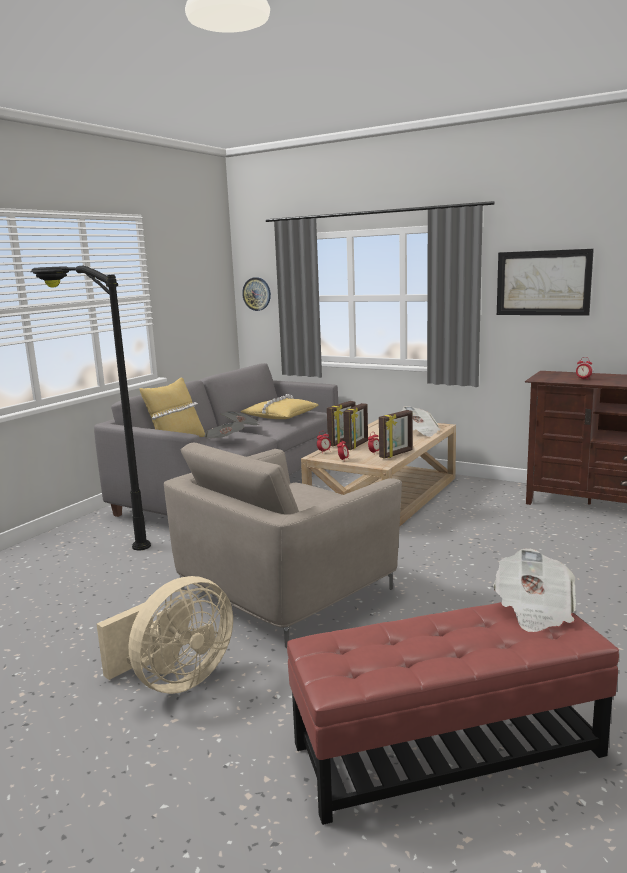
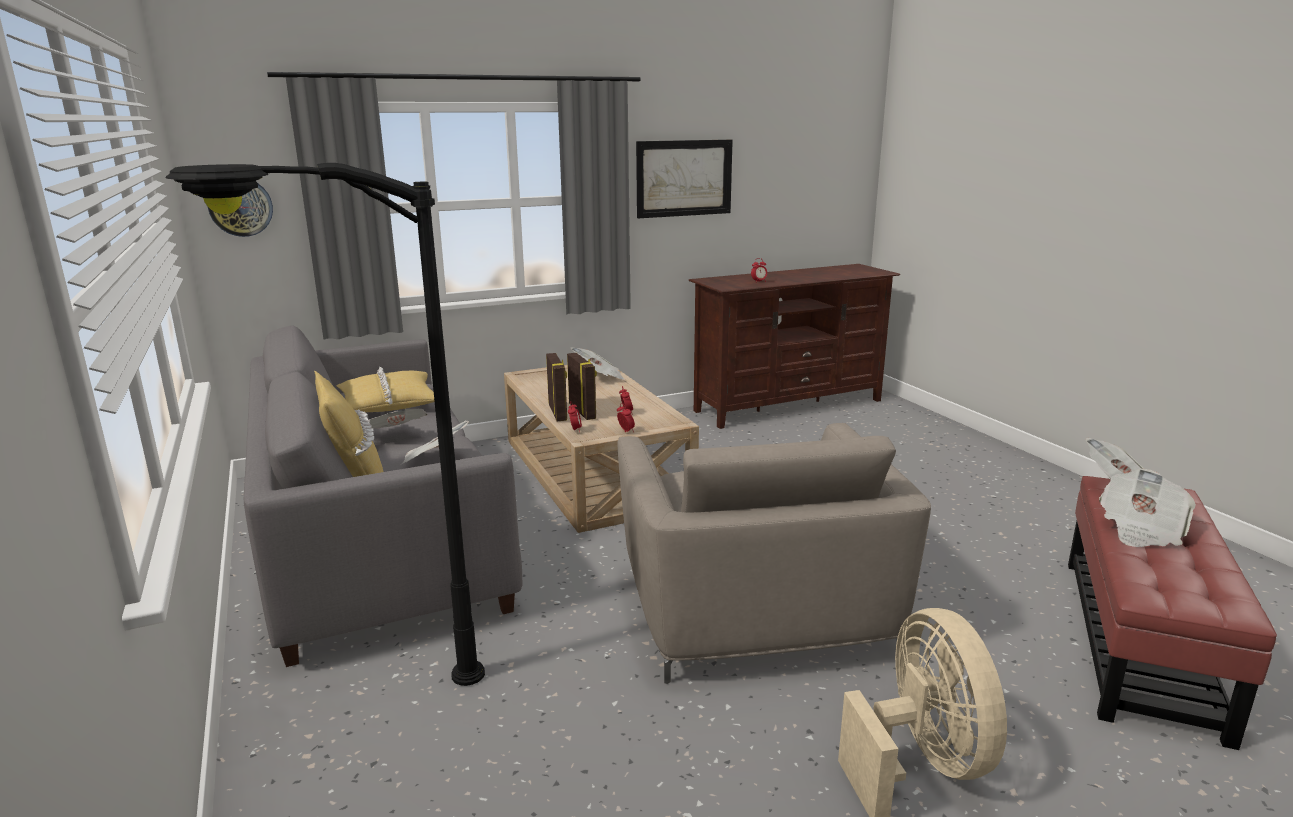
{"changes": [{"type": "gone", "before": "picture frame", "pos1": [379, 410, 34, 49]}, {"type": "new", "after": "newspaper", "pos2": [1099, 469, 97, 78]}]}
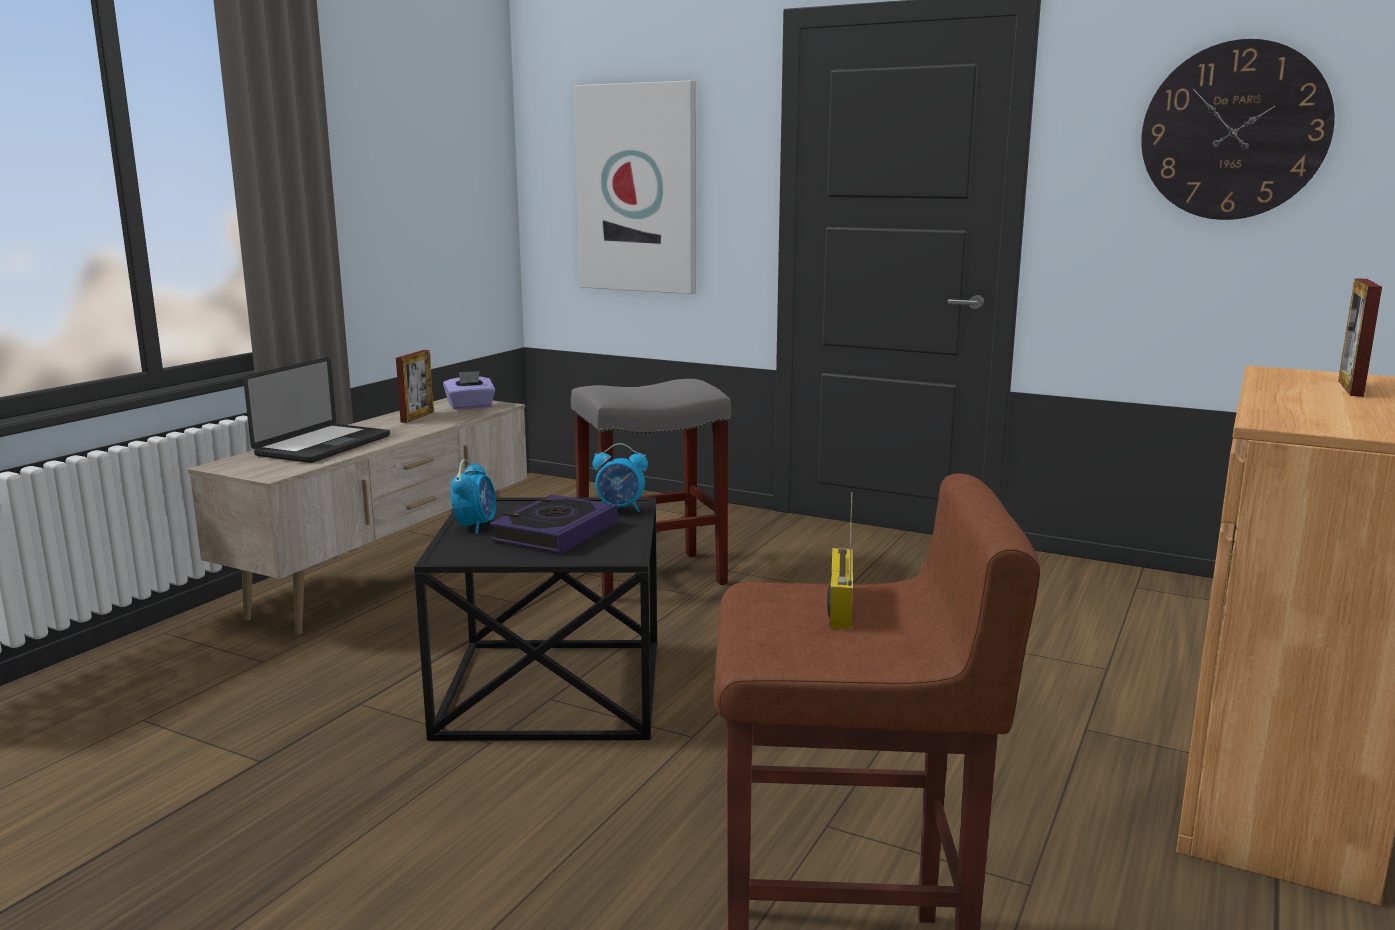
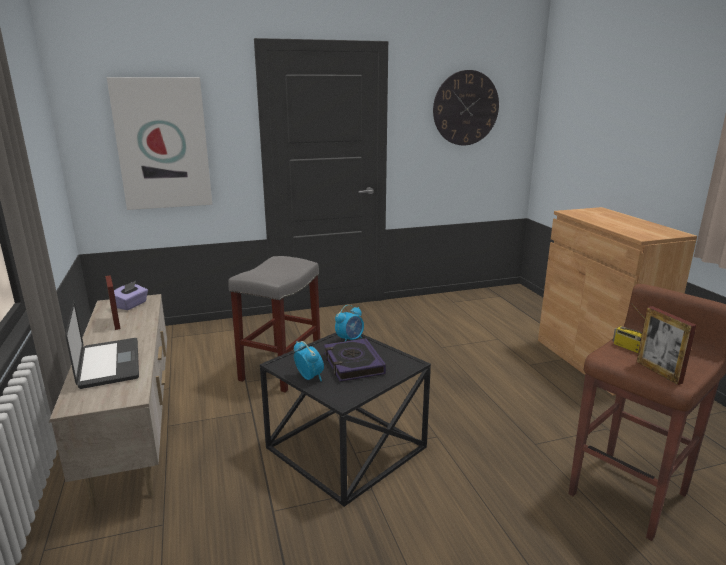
{"changes": [{"type": "shifted", "before": "picture frame", "pos1": [1338, 278, 44, 119], "pos2": [636, 306, 61, 79]}]}
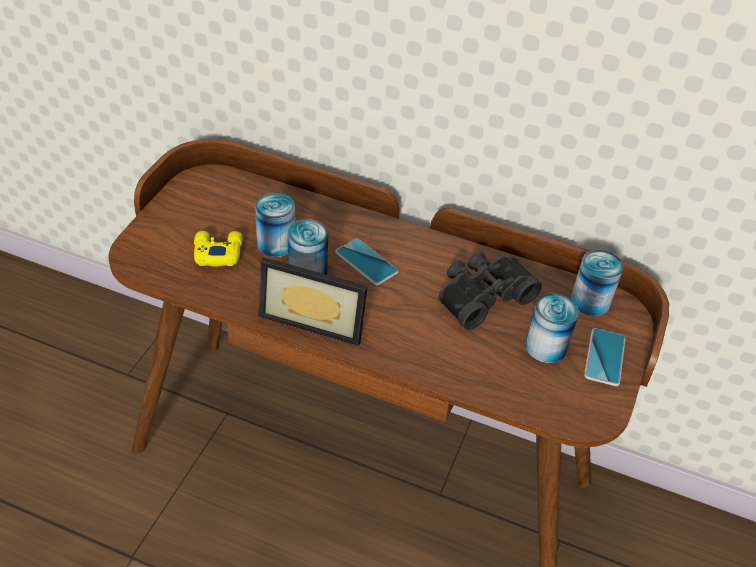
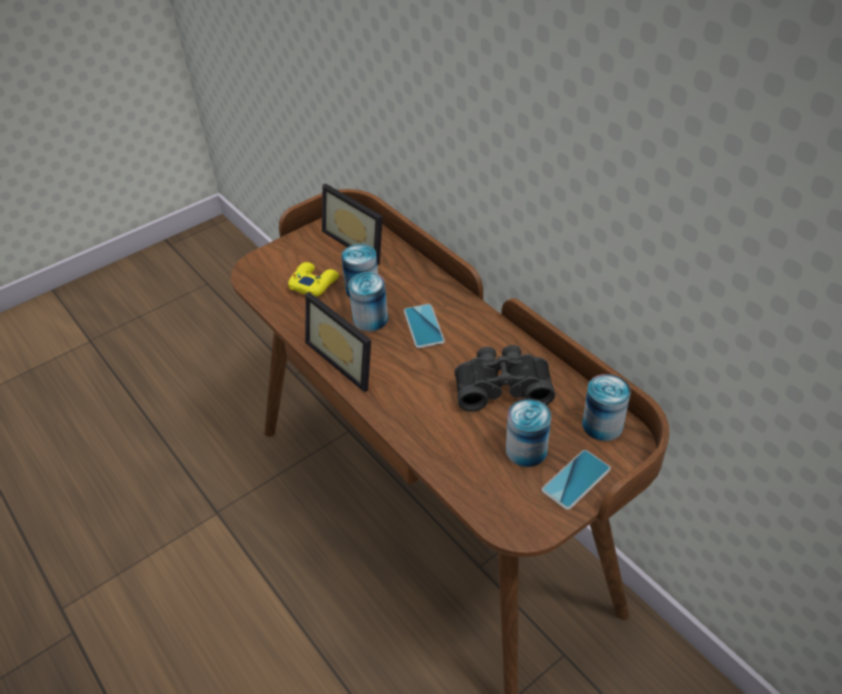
{"changes": [{"type": "new", "after": "picture frame", "pos2": [322, 183, 61, 83]}]}
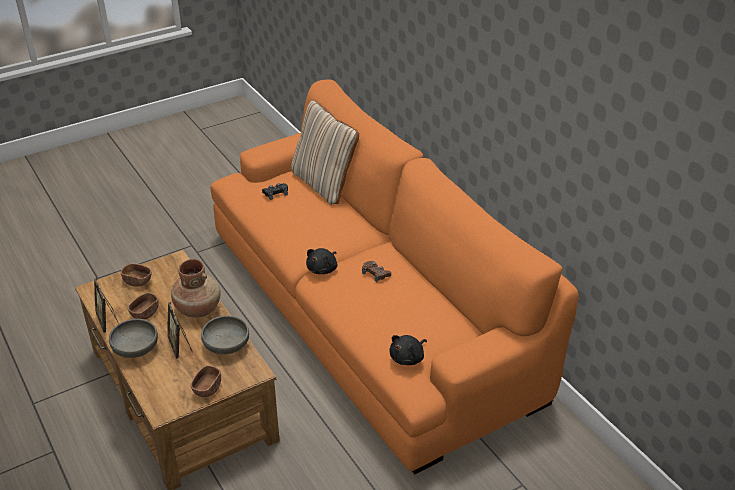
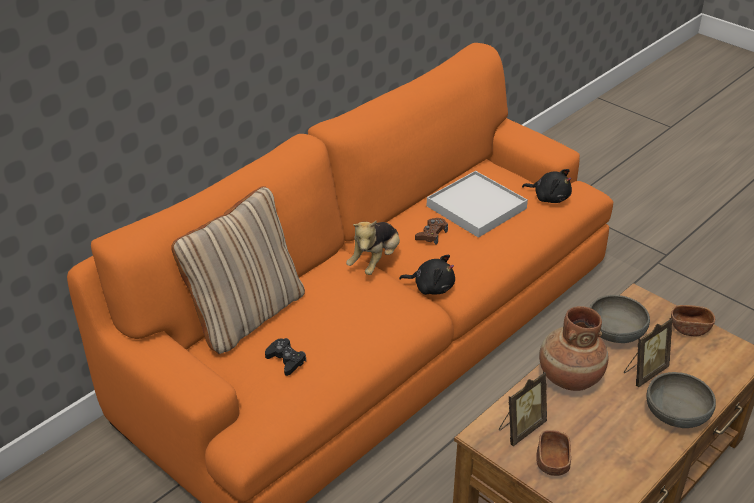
{"changes": [{"type": "gone", "before": "brown bowl", "pos1": [128, 293, 31, 26]}, {"type": "new", "after": "plush toy", "pos2": [346, 221, 54, 54]}, {"type": "new", "after": "white tray", "pos2": [427, 171, 101, 67]}, {"type": "shifted", "before": "picture frame", "pos1": [94, 278, 25, 55], "pos2": [499, 371, 48, 75]}]}
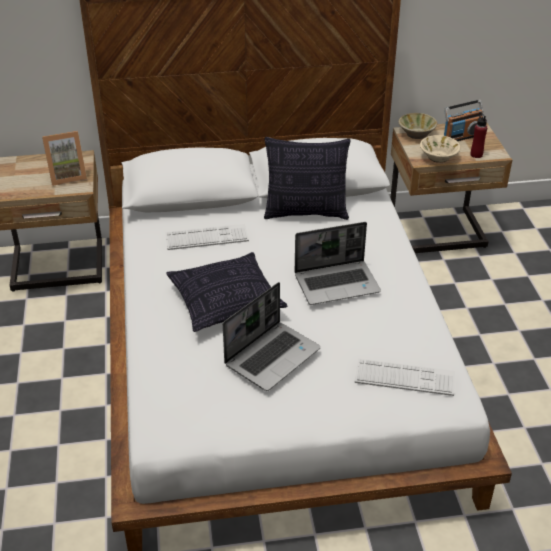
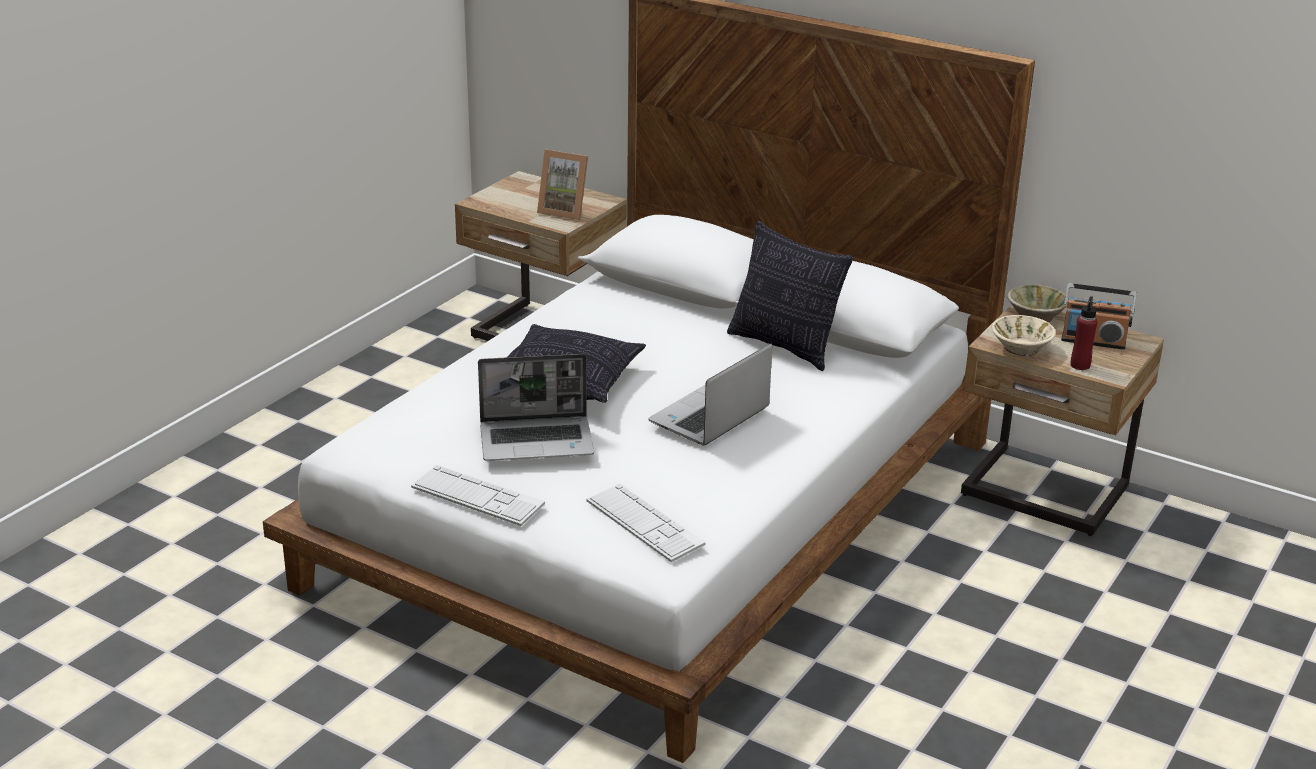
{"changes": [{"type": "shifted", "before": "keyboard", "pos1": [165, 224, 84, 26], "pos2": [411, 464, 134, 62]}, {"type": "rotated", "before": "laptop", "pos1": [295, 222, 86, 83], "pos2": [649, 344, 123, 102], "turn": 105}]}
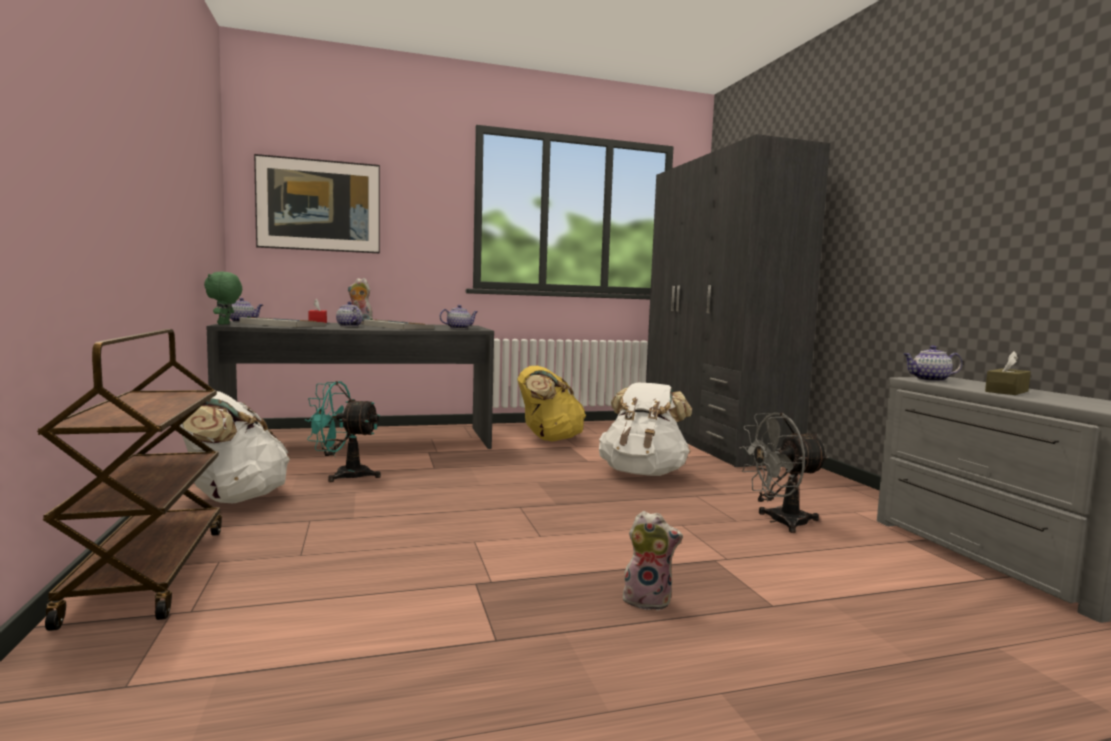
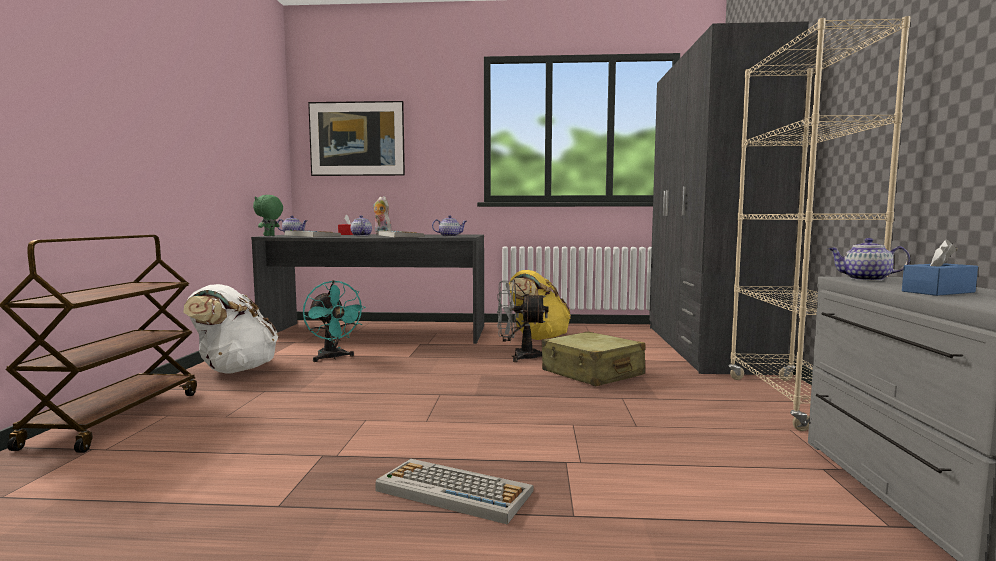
{"changes": [{"type": "new", "after": "beige bookcase", "pos2": [728, 16, 182, 415]}, {"type": "shifted", "before": "grey fan", "pos1": [739, 412, 90, 121], "pos2": [497, 279, 52, 83]}, {"type": "swapped", "before": "white backpack", "after": "beige suitcase", "pos1": [599, 383, 93, 93], "pos2": [542, 331, 103, 55]}, {"type": "swapped", "before": "plush toy", "after": "keyboard", "pos1": [621, 511, 62, 99], "pos2": [376, 459, 157, 66]}, {"type": "repainted", "before": "brown tissue box", "after": "blue tissue box", "pos1": [985, 351, 46, 44], "pos2": [902, 240, 76, 56]}, {"type": "rotated", "before": "turquoise fan", "pos1": [305, 381, 76, 101], "pos2": [303, 280, 63, 82], "turn": -150}]}
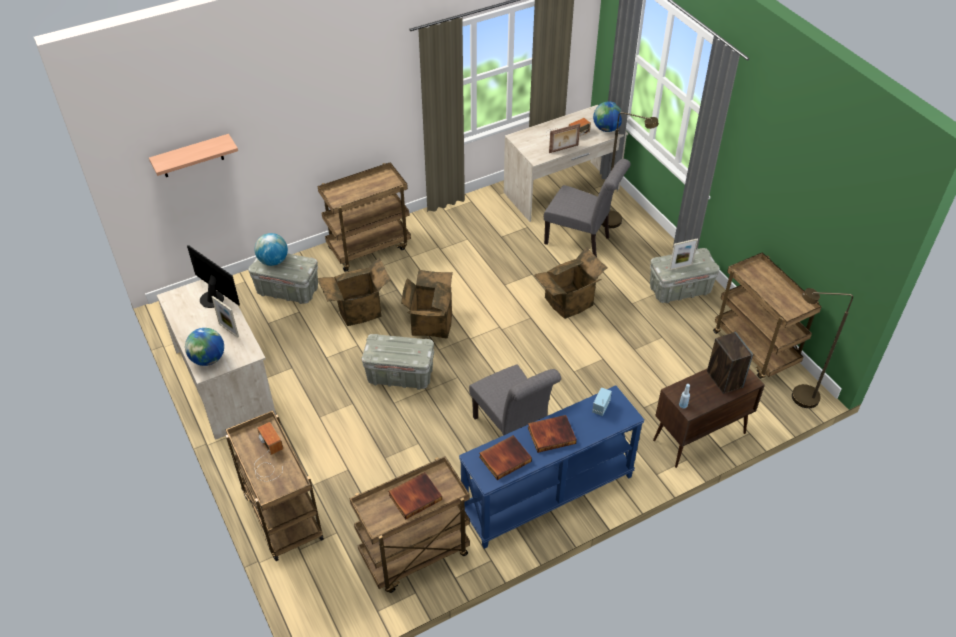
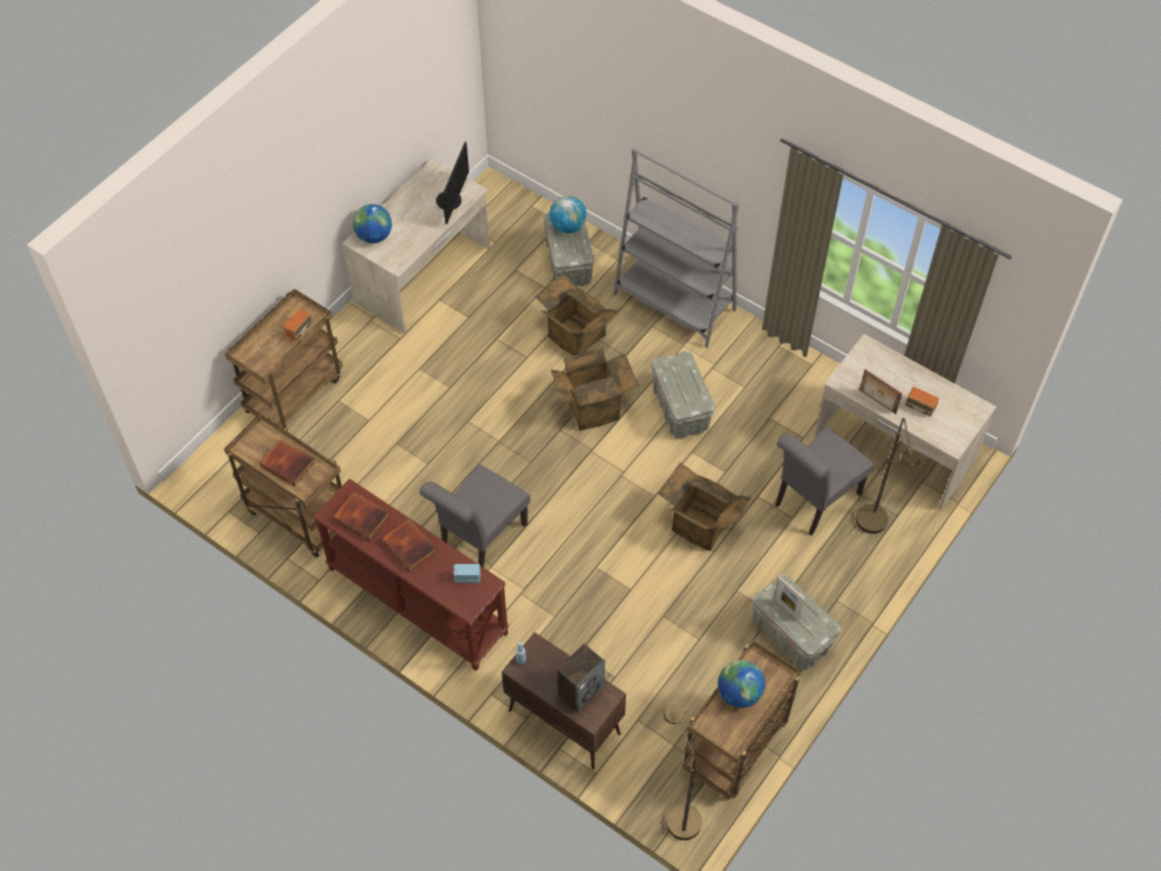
{"changes": [{"type": "gone", "before": "shelf", "pos1": [149, 134, 89, 43]}, {"type": "gone", "before": "picture frame", "pos1": [212, 296, 27, 42]}, {"type": "shifted", "before": "grey storage box", "pos1": [362, 334, 72, 56], "pos2": [652, 351, 63, 87]}, {"type": "shifted", "before": "globe", "pos1": [593, 101, 29, 31], "pos2": [718, 660, 47, 48]}, {"type": "swapped", "before": "brown cart", "after": "grey bookcase", "pos1": [317, 162, 94, 110], "pos2": [613, 148, 126, 200]}, {"type": "repainted", "before": "blue console table", "after": "brown console table", "pos1": [459, 385, 185, 164], "pos2": [313, 479, 196, 192]}, {"type": "rotated", "before": "grey chair", "pos1": [544, 159, 87, 98], "pos2": [775, 427, 99, 109], "turn": 45}]}
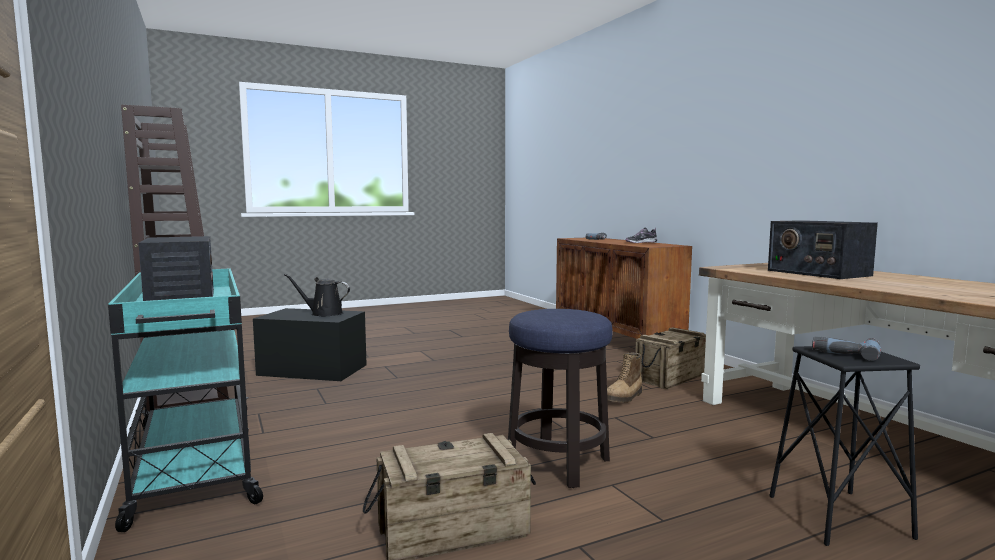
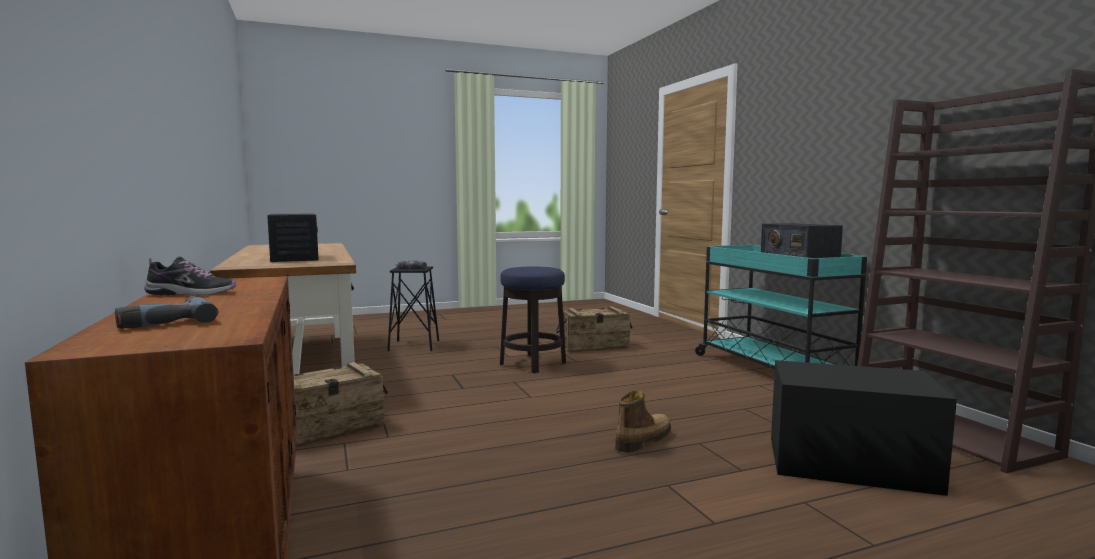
{"changes": [{"type": "gone", "before": "black watering can", "pos1": [284, 274, 66, 42]}, {"type": "shifted", "before": "boot", "pos1": [607, 353, 35, 50], "pos2": [615, 390, 56, 63]}]}
